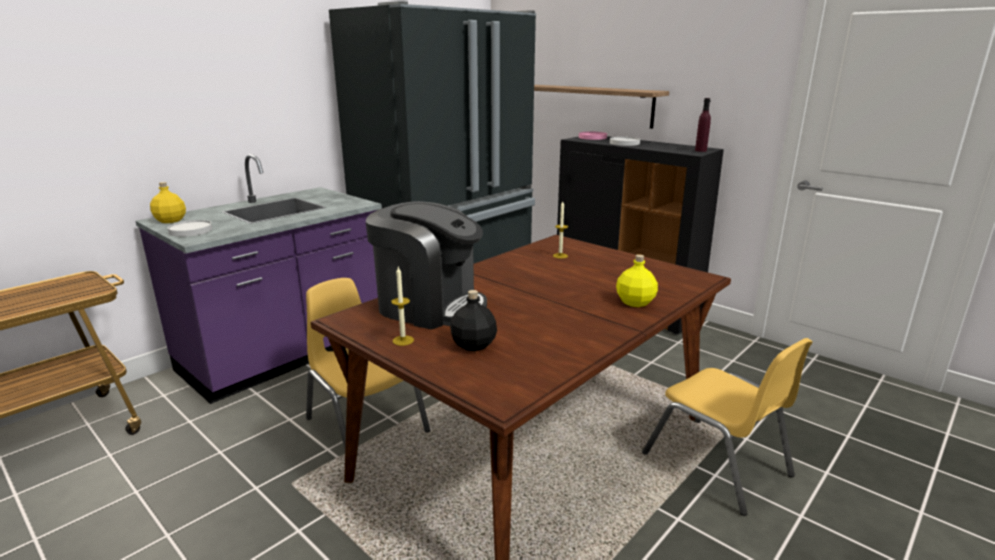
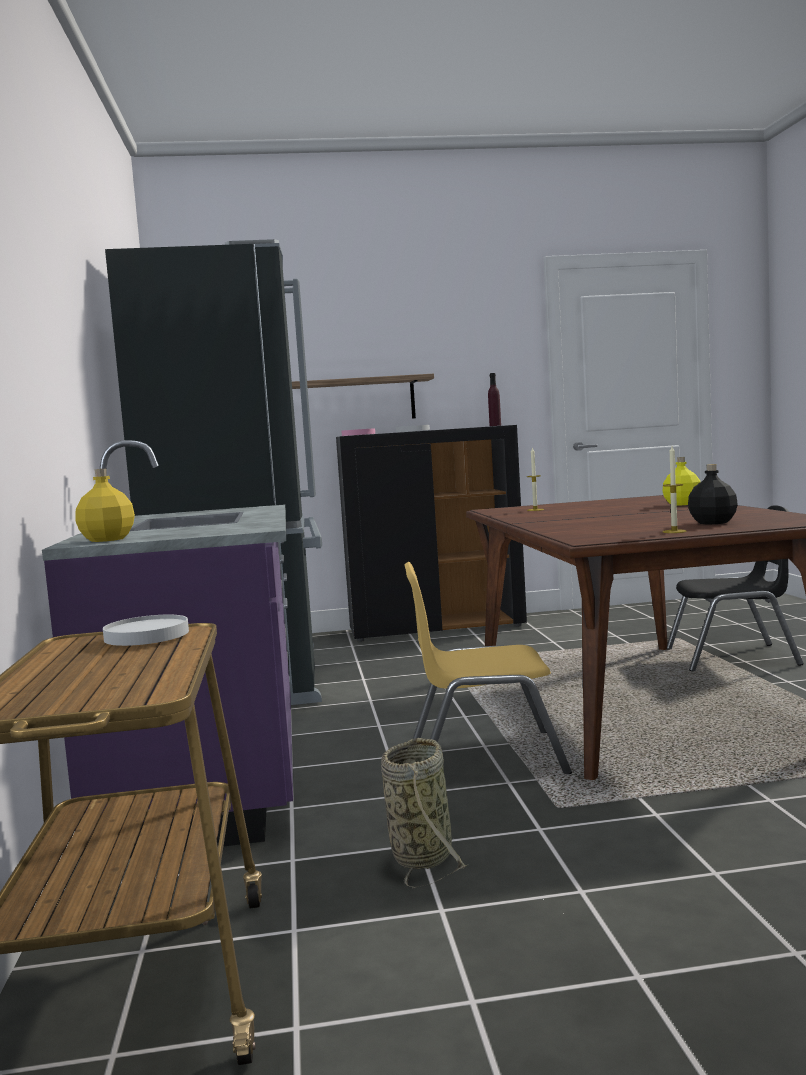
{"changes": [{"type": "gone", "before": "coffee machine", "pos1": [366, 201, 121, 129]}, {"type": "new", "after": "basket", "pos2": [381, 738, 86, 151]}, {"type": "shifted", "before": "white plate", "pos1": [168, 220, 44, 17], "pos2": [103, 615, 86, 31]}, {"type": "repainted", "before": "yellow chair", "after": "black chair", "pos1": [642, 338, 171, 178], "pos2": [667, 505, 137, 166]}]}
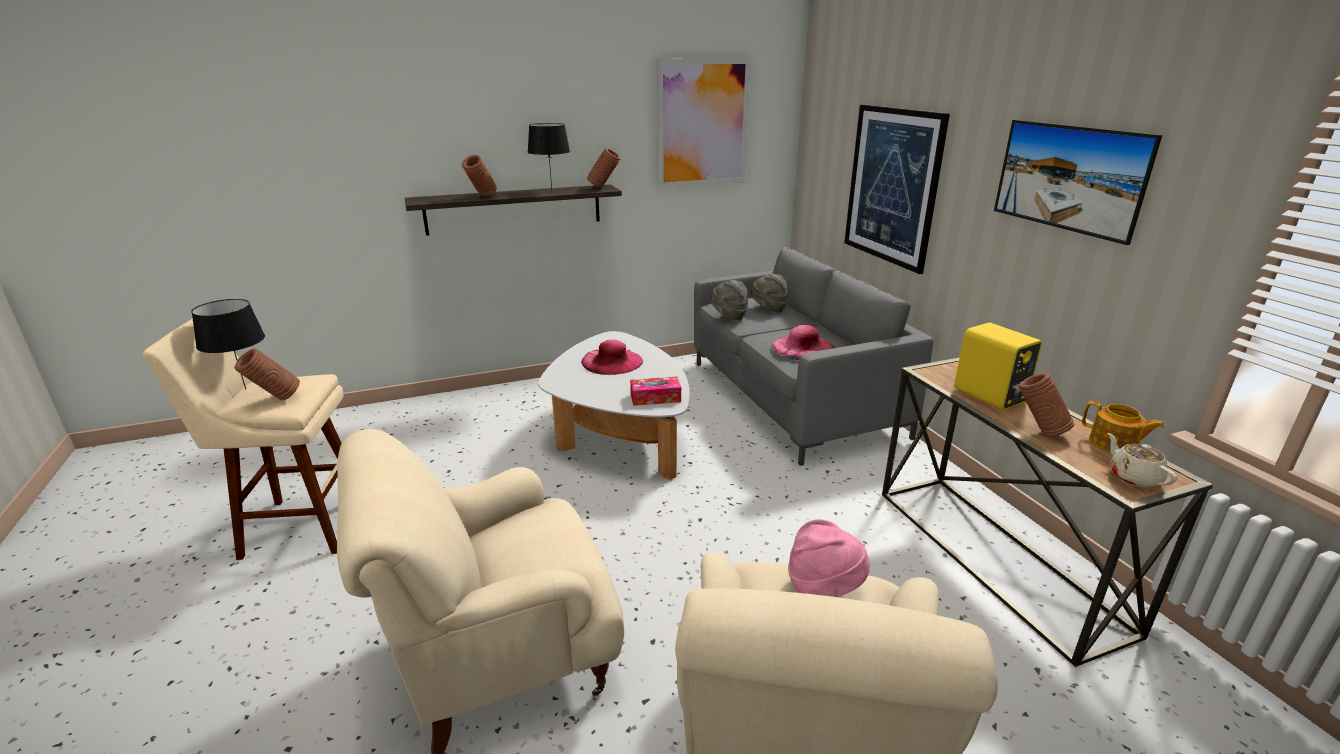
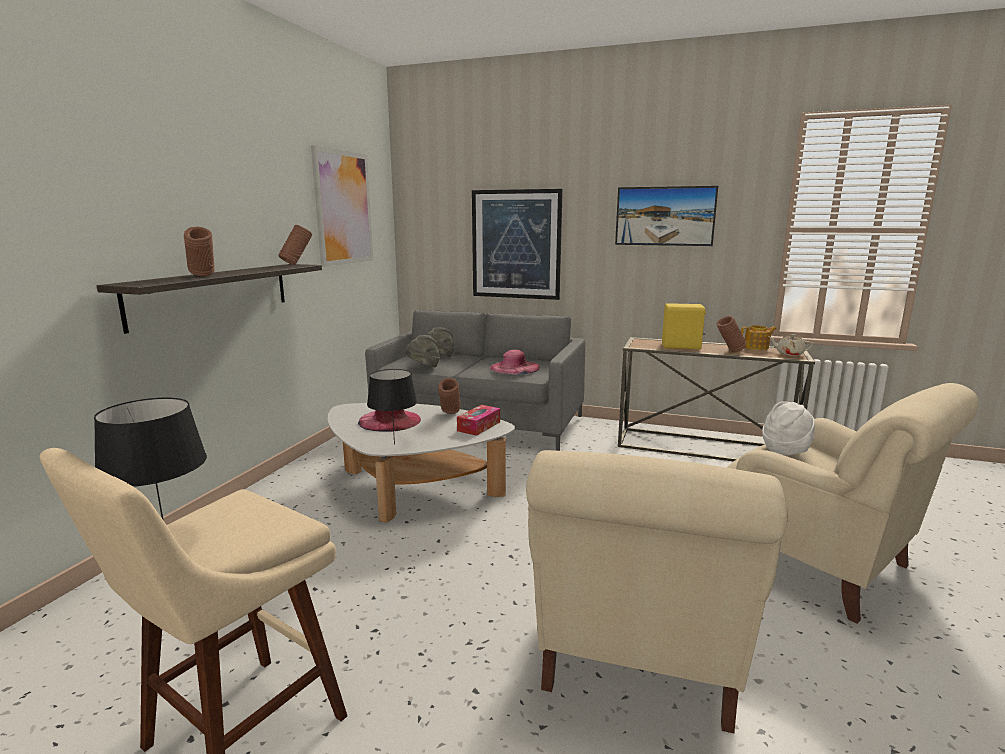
{"changes": [{"type": "shifted", "before": "brown vase", "pos1": [234, 349, 66, 51], "pos2": [438, 378, 23, 36]}, {"type": "shifted", "before": "black table lamp", "pos1": [527, 123, 43, 67], "pos2": [367, 369, 50, 76]}, {"type": "repainted", "before": "pink hat", "after": "white hat", "pos1": [788, 519, 82, 78], "pos2": [762, 401, 53, 54]}]}
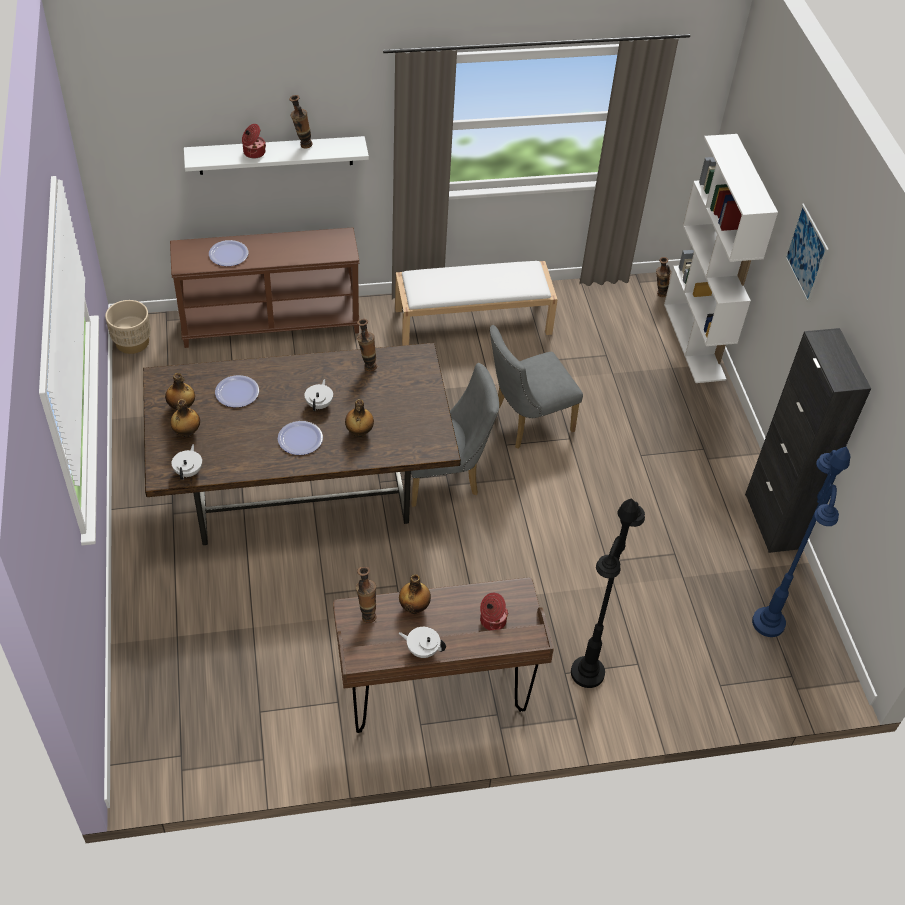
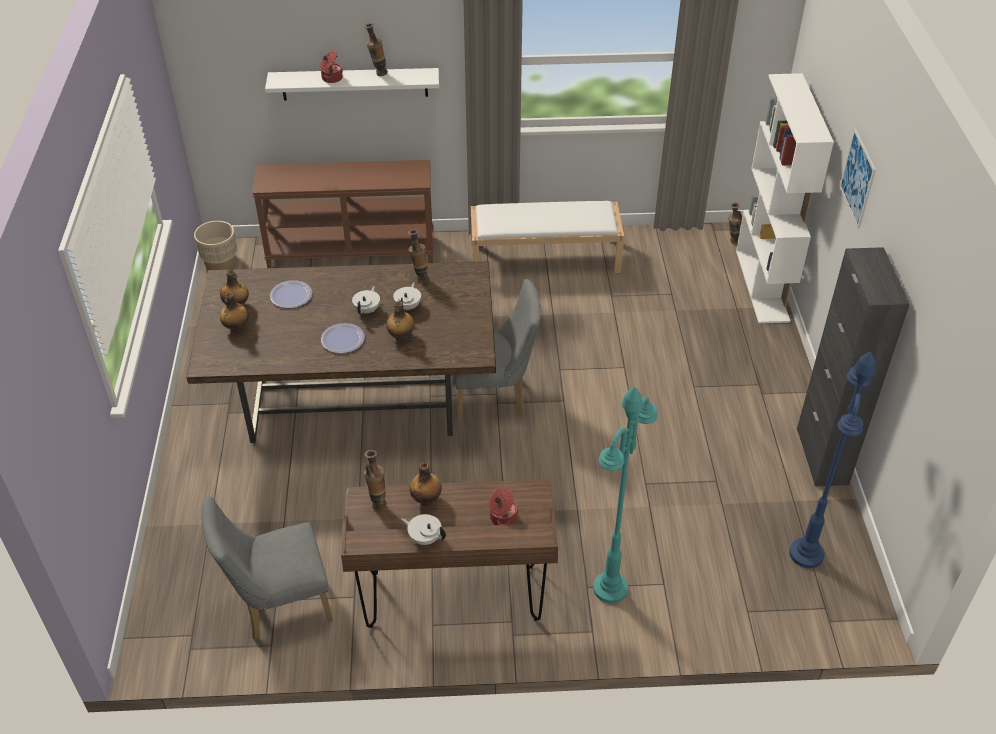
{"changes": [{"type": "gone", "before": "plate", "pos1": [209, 240, 39, 26]}, {"type": "shifted", "before": "white teapot", "pos1": [172, 444, 30, 36], "pos2": [393, 282, 28, 29]}, {"type": "shifted", "before": "grey chair", "pos1": [490, 325, 93, 124], "pos2": [201, 496, 132, 144]}, {"type": "repainted", "before": "black floor lamp", "after": "turquoise floor lamp", "pos1": [571, 498, 74, 190], "pos2": [593, 387, 64, 216]}]}
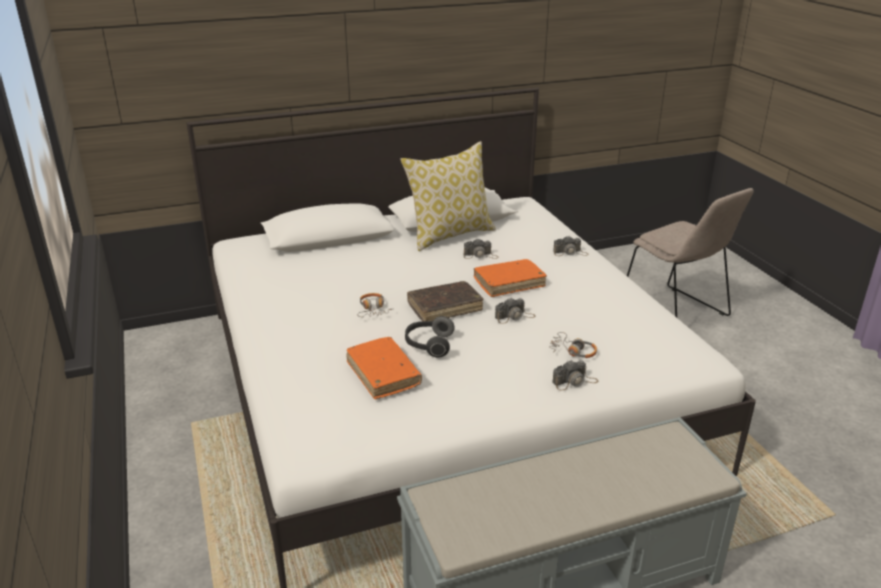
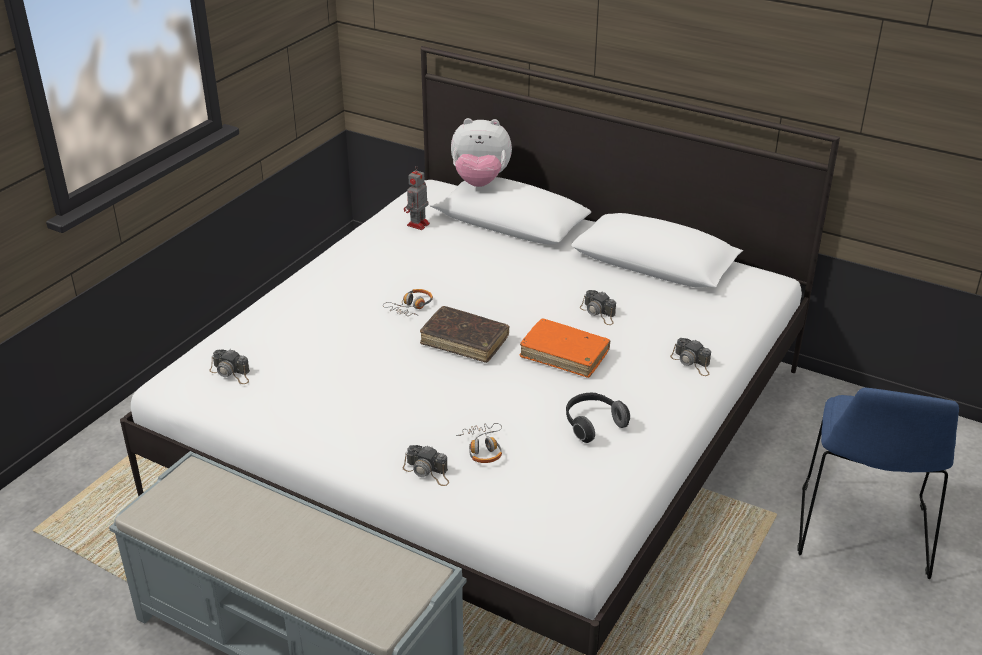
{"changes": [{"type": "gone", "before": "orange book", "pos1": [346, 337, 76, 62]}, {"type": "gone", "before": "pillow", "pos1": [400, 141, 96, 110]}, {"type": "new", "after": "toy robot", "pos2": [404, 166, 26, 64]}, {"type": "new", "after": "plush toy", "pos2": [451, 118, 61, 69]}, {"type": "shifted", "before": "headphones", "pos1": [405, 316, 50, 41], "pos2": [566, 393, 64, 50]}, {"type": "shifted", "before": "photo camera", "pos1": [495, 298, 40, 26], "pos2": [209, 349, 41, 35]}, {"type": "repainted", "before": "beige chair", "after": "blue chair", "pos1": [627, 188, 127, 129], "pos2": [797, 387, 162, 192]}]}
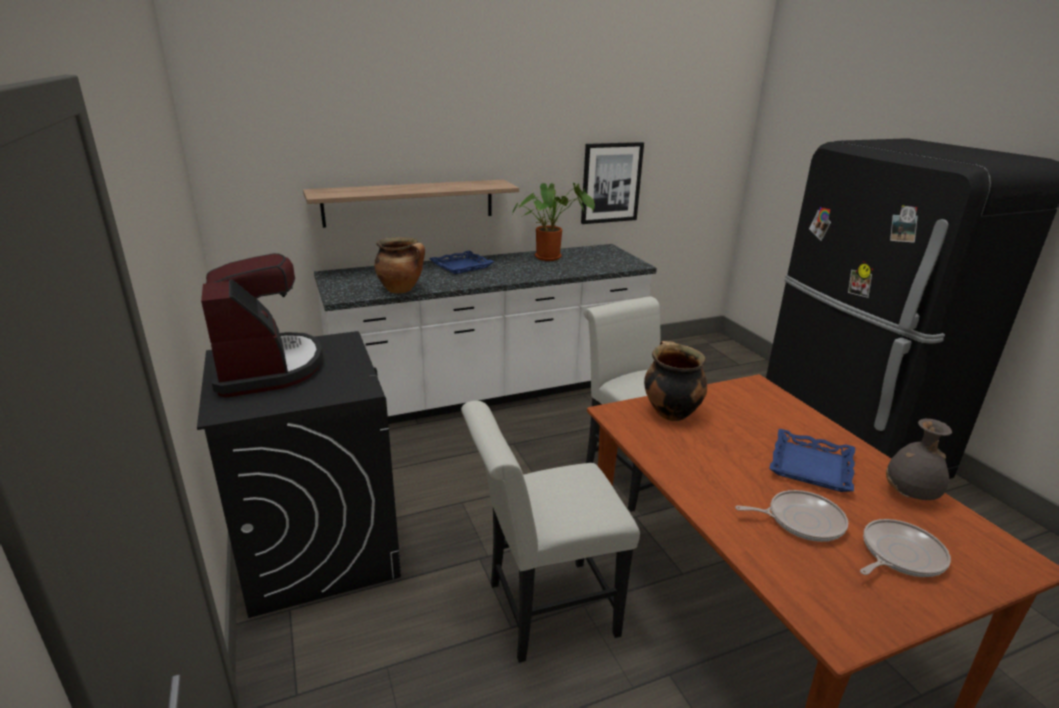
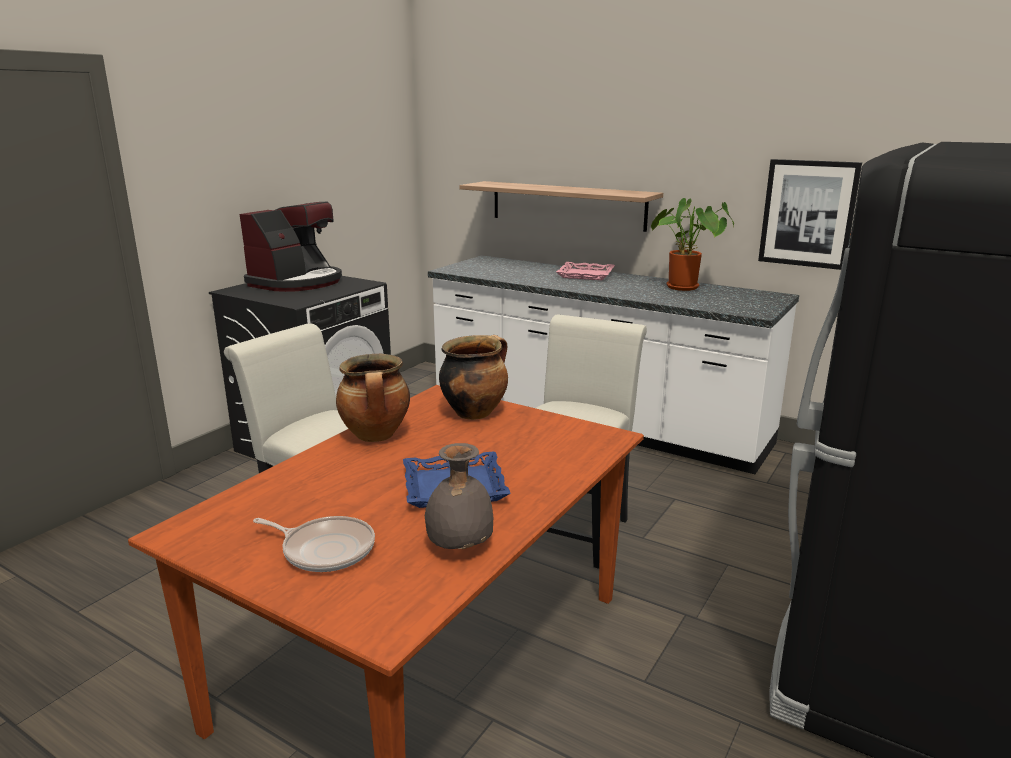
{"changes": [{"type": "gone", "before": "frying pan", "pos1": [735, 490, 113, 52]}, {"type": "shifted", "before": "cooking pot", "pos1": [374, 237, 51, 56], "pos2": [336, 354, 74, 88]}, {"type": "repainted", "before": "blue tray", "after": "pink tray", "pos1": [429, 251, 65, 23], "pos2": [556, 262, 59, 18]}]}
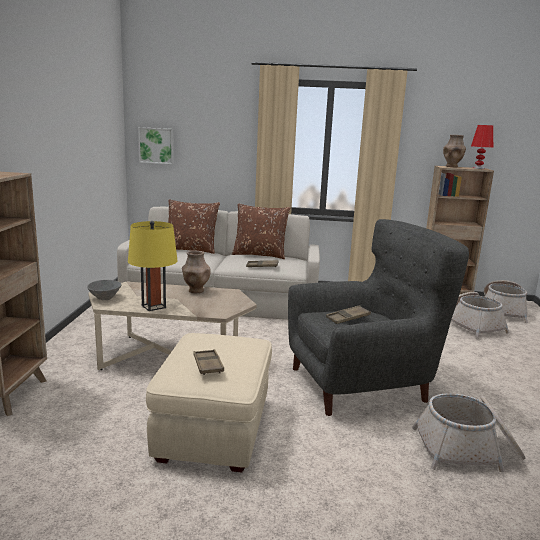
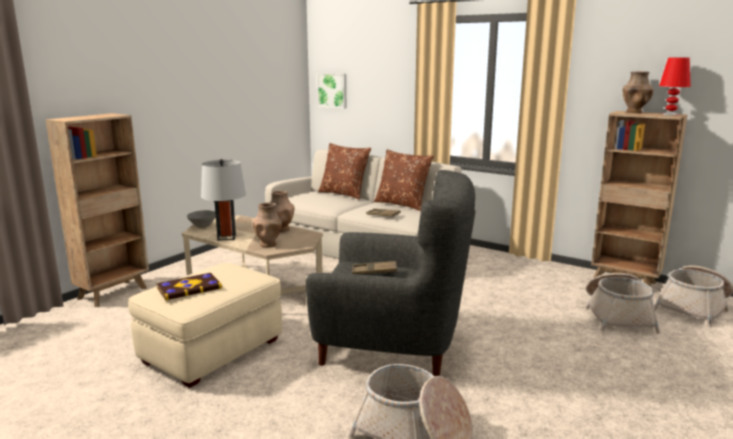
{"changes": [{"type": "new", "after": "brown vase", "pos2": [252, 202, 30, 46]}, {"type": "swapped", "before": "brown tray", "after": "book", "pos1": [193, 349, 31, 26], "pos2": [157, 273, 65, 27]}, {"type": "repainted", "before": "yellow table lamp", "after": "grey table lamp", "pos1": [128, 221, 50, 90], "pos2": [201, 159, 45, 82]}]}
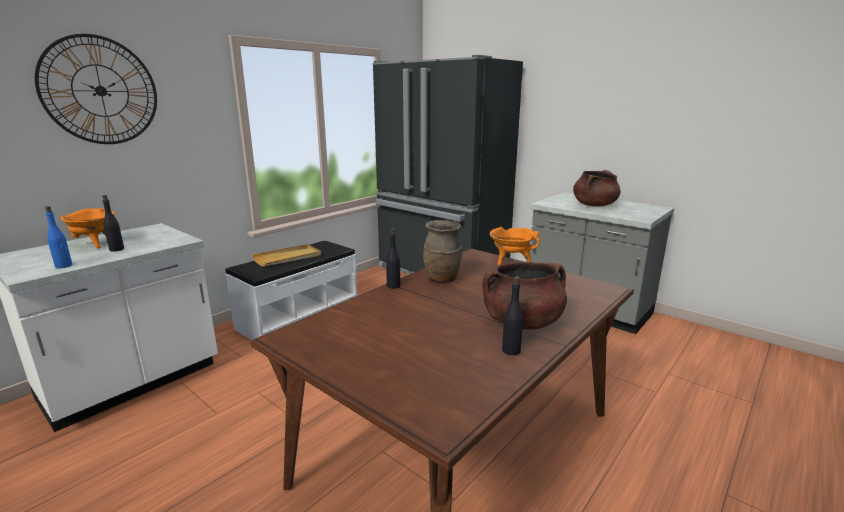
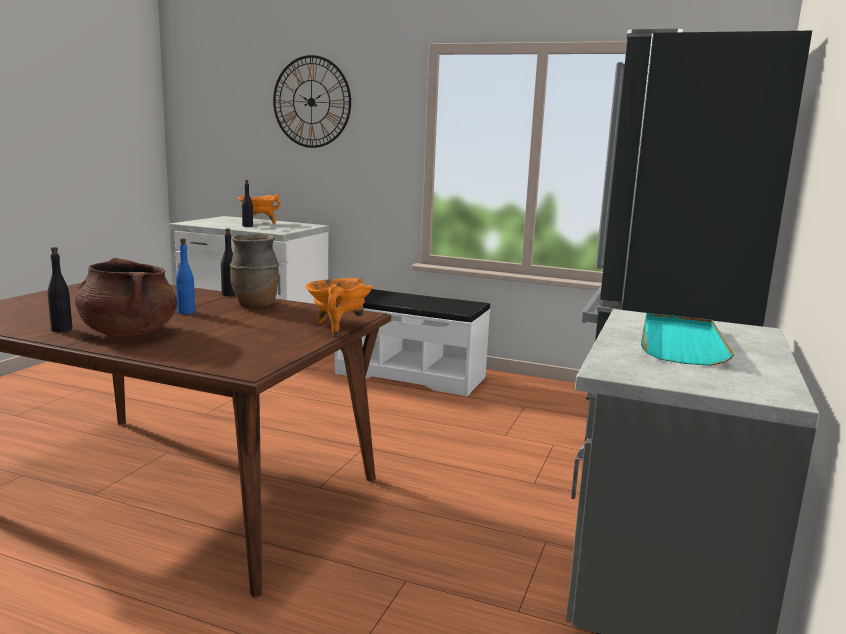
{"changes": [{"type": "gone", "before": "beige tray", "pos1": [252, 244, 69, 23]}, {"type": "shifted", "before": "blue bottle", "pos1": [45, 206, 27, 62], "pos2": [176, 238, 19, 76]}, {"type": "swapped", "before": "brown cooking pot", "after": "turquoise tray", "pos1": [573, 170, 47, 37], "pos2": [641, 313, 93, 53]}]}
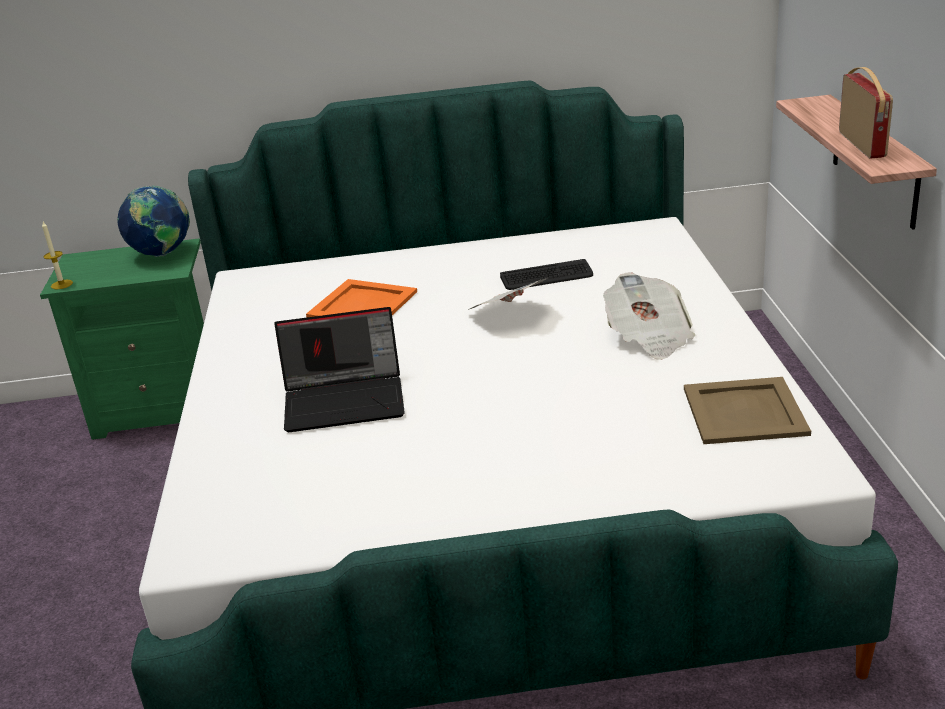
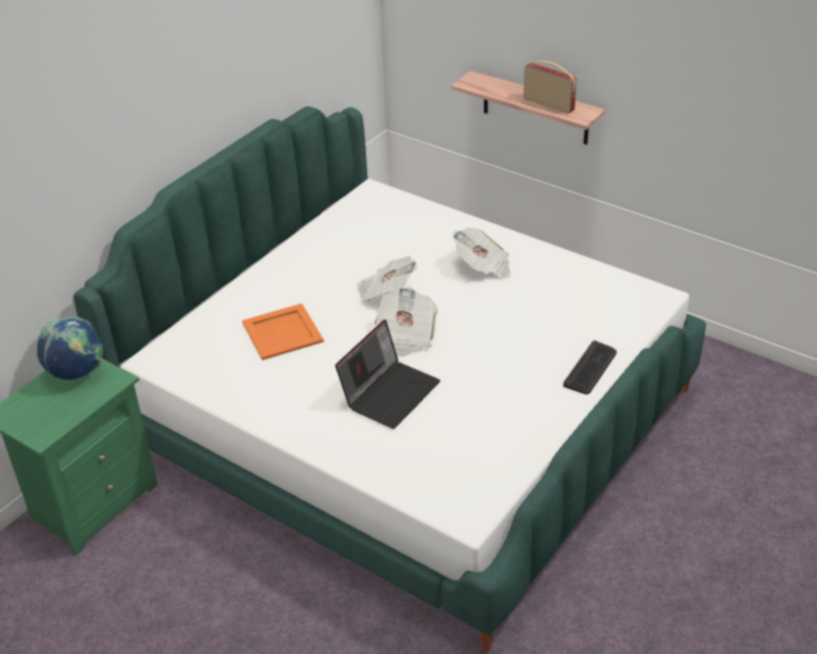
{"changes": [{"type": "gone", "before": "candle", "pos1": [42, 221, 31, 68]}, {"type": "gone", "before": "beige tray", "pos1": [684, 377, 127, 67]}, {"type": "new", "after": "newspaper", "pos2": [375, 287, 63, 71]}, {"type": "shifted", "before": "keyboard", "pos1": [500, 259, 93, 31], "pos2": [563, 340, 54, 54]}]}
